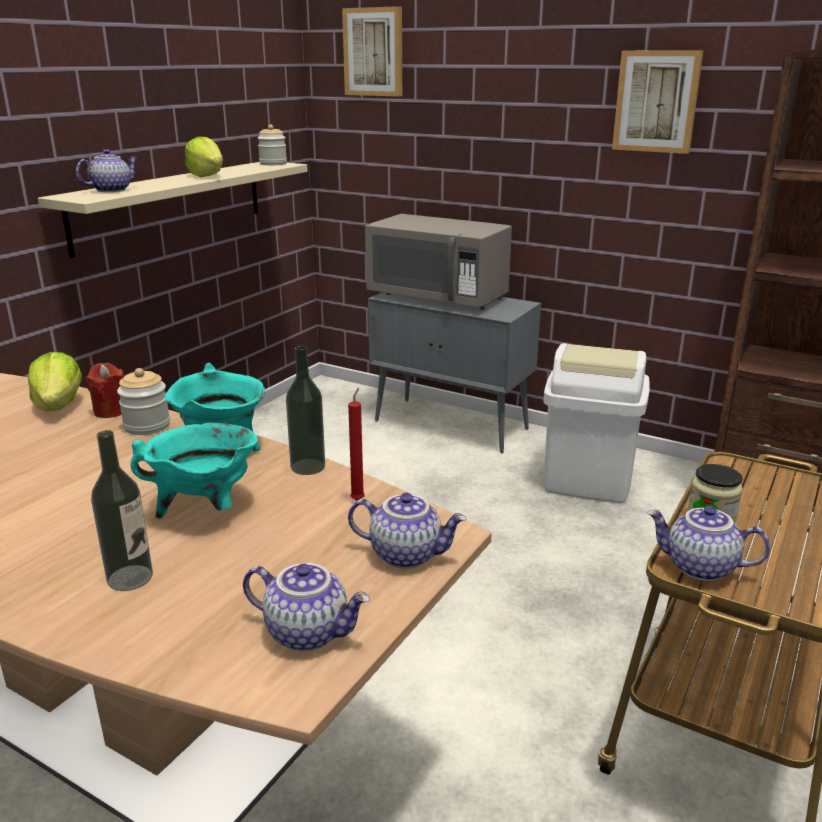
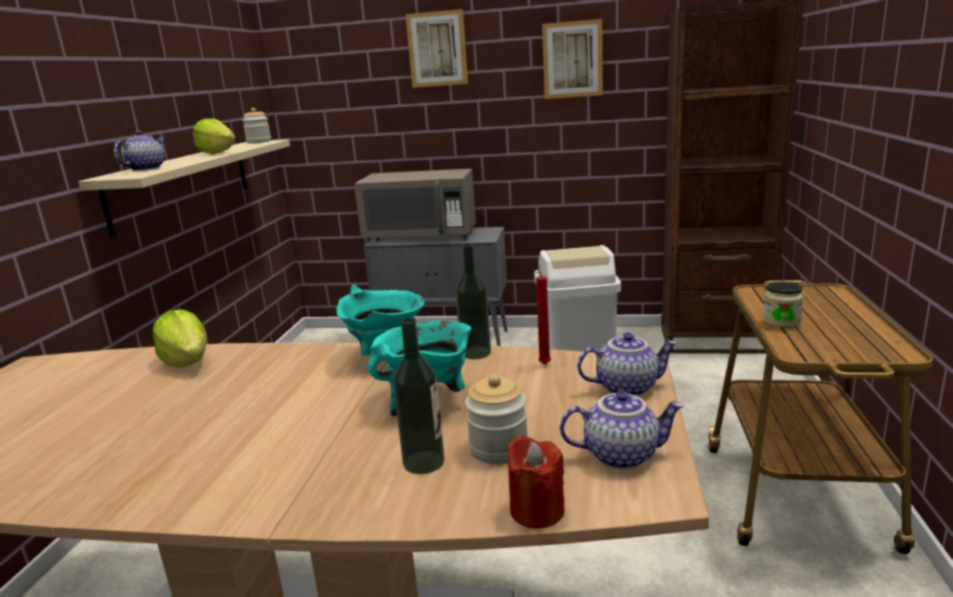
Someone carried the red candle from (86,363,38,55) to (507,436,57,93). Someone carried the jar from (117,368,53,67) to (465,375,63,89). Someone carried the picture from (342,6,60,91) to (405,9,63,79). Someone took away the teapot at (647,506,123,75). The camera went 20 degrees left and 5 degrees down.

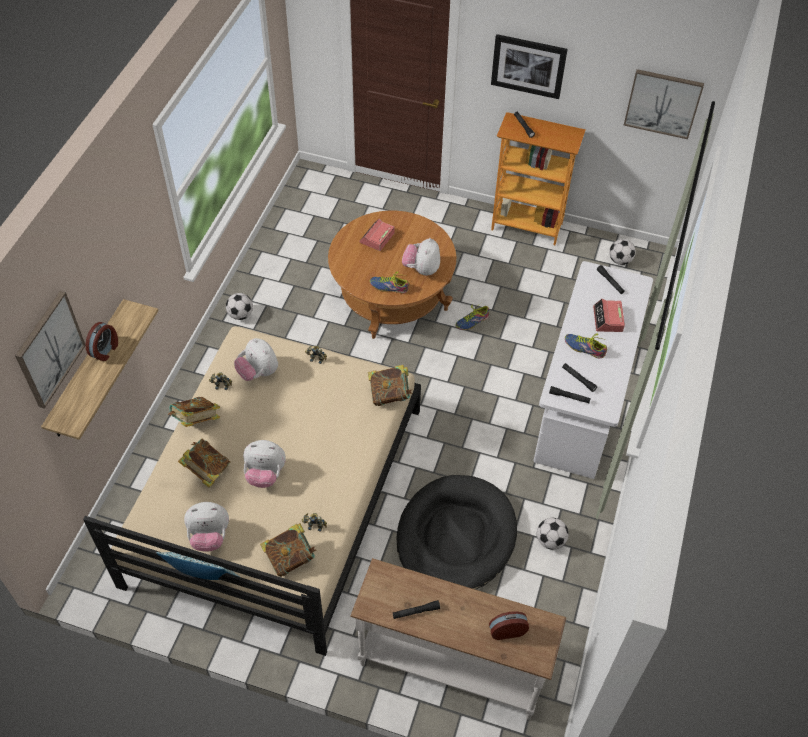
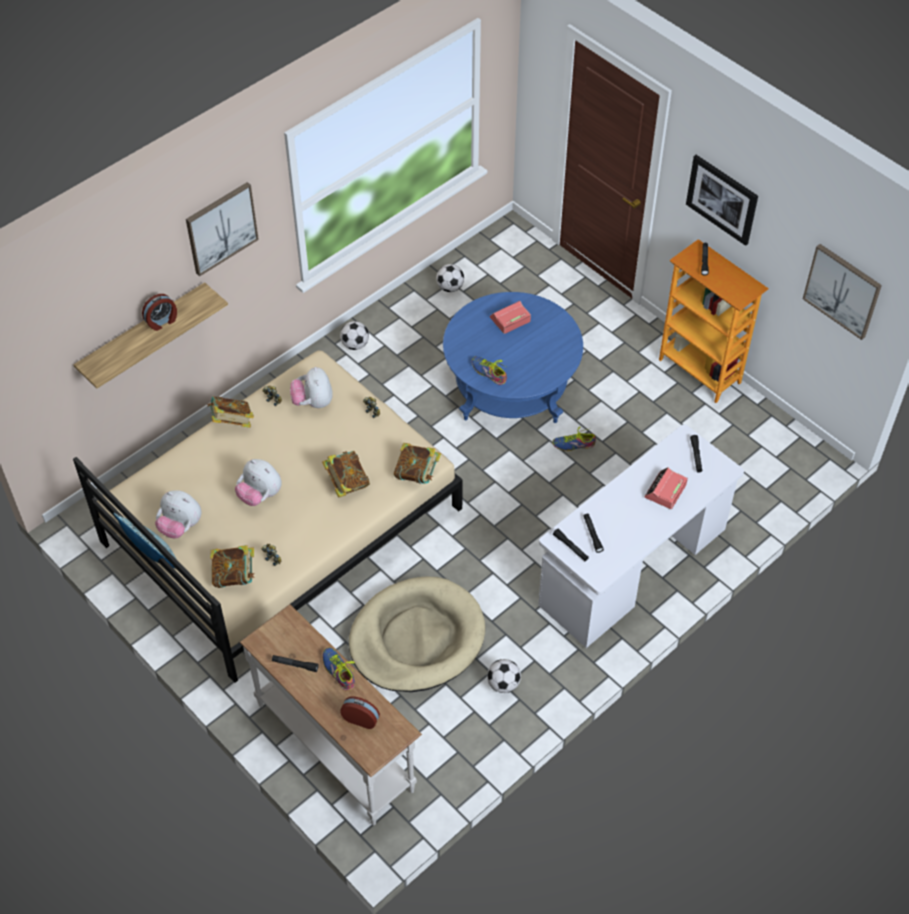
Someone carried the picture from (15,291,71,118) to (186,182,73,94). Someone carried the book from (178,439,52,49) to (322,451,48,47). Someone repainted the brown coffee table at (328,211,128,128), which became the blue coffee table at (443,292,140,131). Someone repainted the black dog bed at (396,475,121,115), which became the beige dog bed at (349,576,136,116). Someone took away the plush toy at (402,238,38,38). Someone carried the shoe from (565,334,42,24) to (323,648,33,43). Someone carried the football from (609,239,27,26) to (436,264,28,28). The camera went 30 degrees right and 0 degrees up.

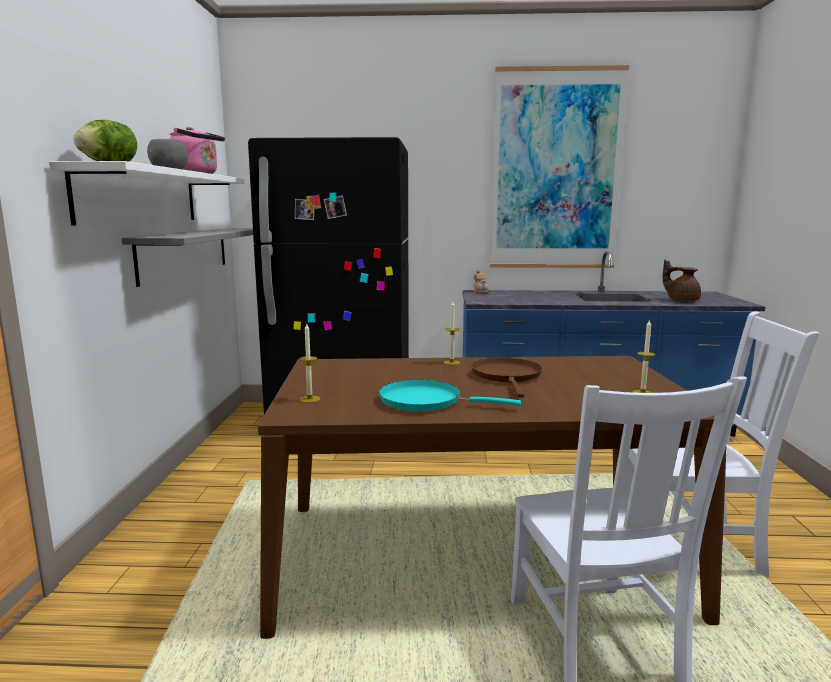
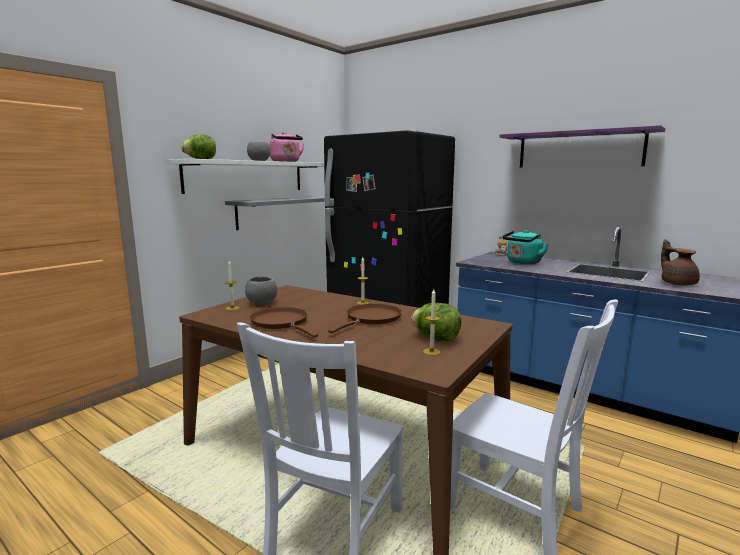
Someone repainted the turquoise frying pan at (379,380,142,31), which became the brown frying pan at (250,307,68,31). Someone swapped the picture at (490,65,139,203) for the purple shelf at (499,125,166,42). Someone put down the grey bowl at (245,276,32,29). Someone put down the lettuce at (411,303,50,38). Someone put down the turquoise kettle at (502,230,47,34). The camera went 35 degrees right and 0 degrees up.

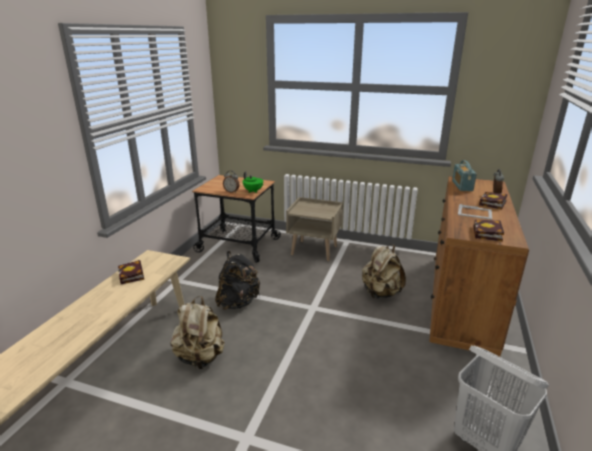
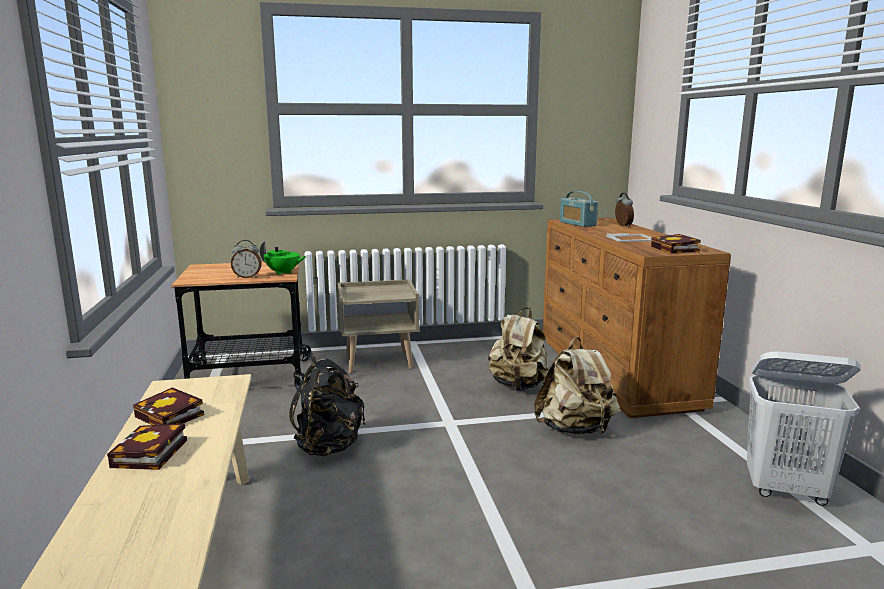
Someone carried the beige backpack from (170,296,55,73) to (534,337,86,97). Someone carried the book from (479,192,29,18) to (107,423,80,47). The camera went 30 degrees left and 10 degrees down.

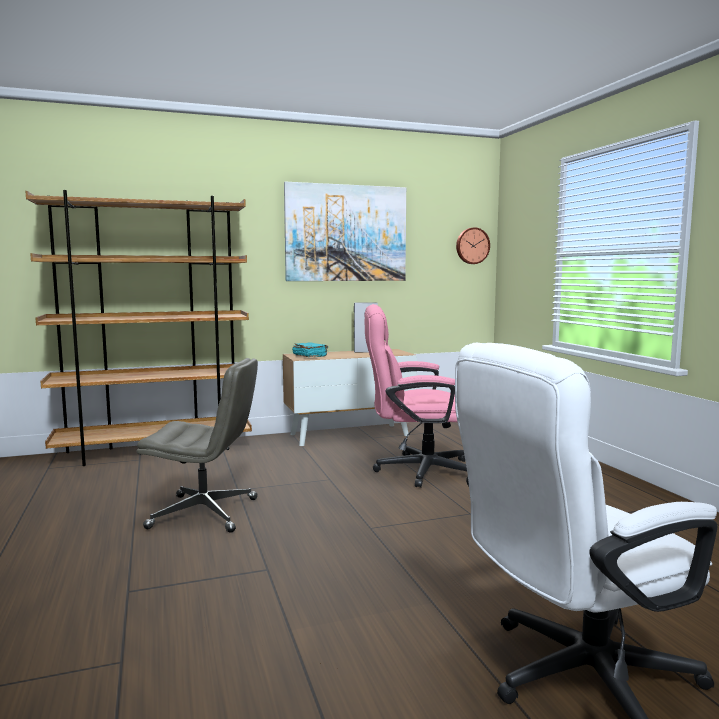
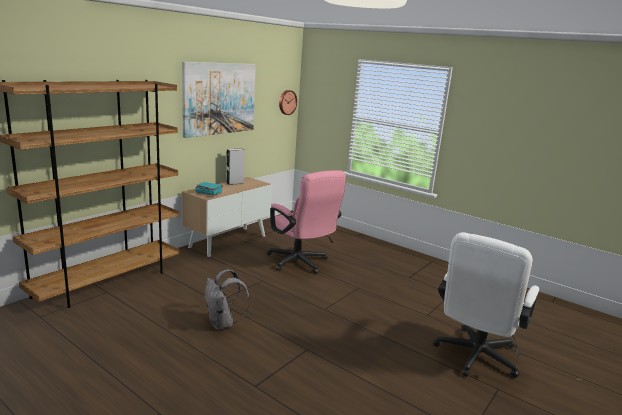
Someone swapped the grey office chair at (137,358,121,175) for the grey backpack at (205,269,45,61). Someone rotated the pink office chair at (365,304,102,184) by 90 degrees counterclockwise. The camera went 35 degrees left and 10 degrees up.

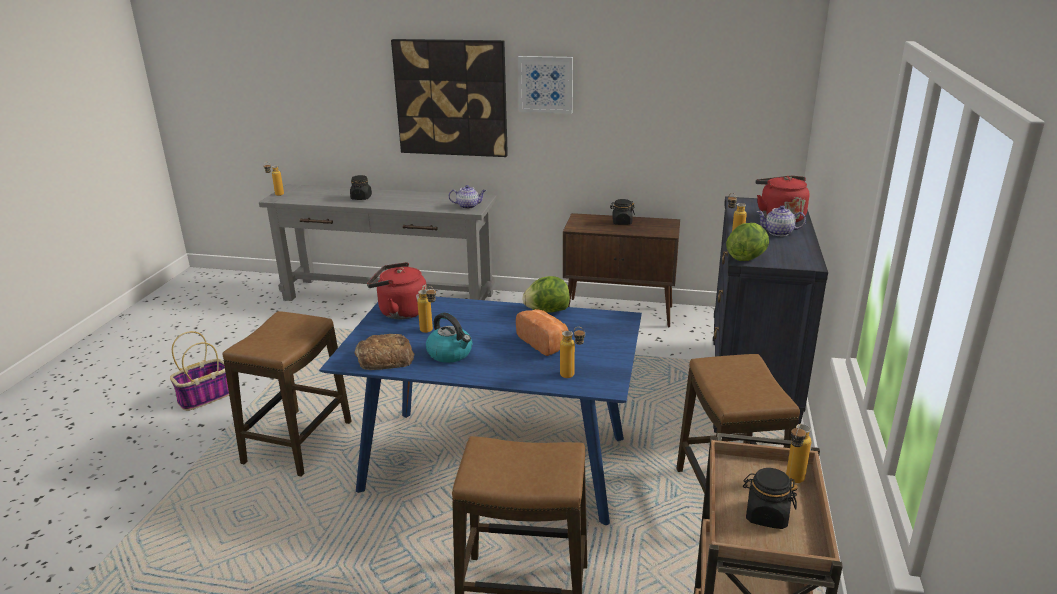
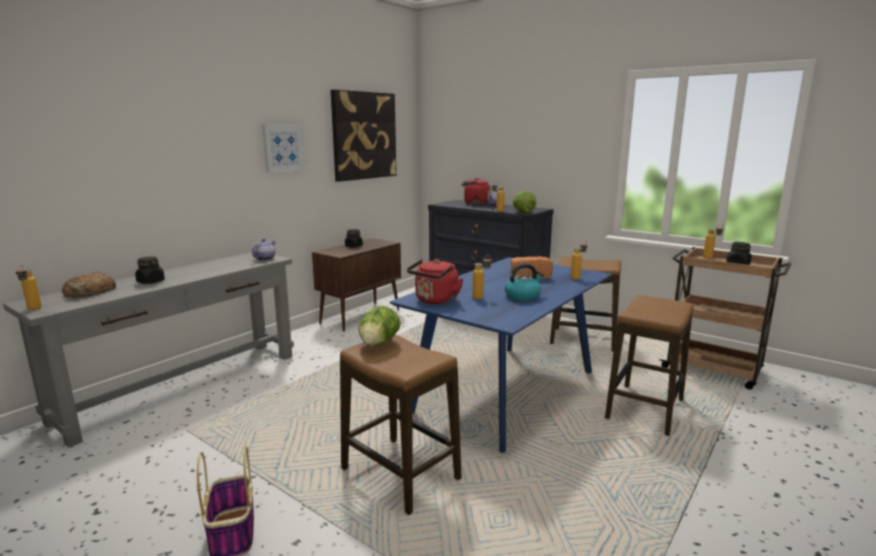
Someone carried the bread from (354,334,60,36) to (62,272,54,26). Someone carried the picture from (391,39,117,118) to (331,90,65,92). Someone carried the lettuce from (522,276,48,37) to (359,306,42,41). The camera went 65 degrees left and 10 degrees down.

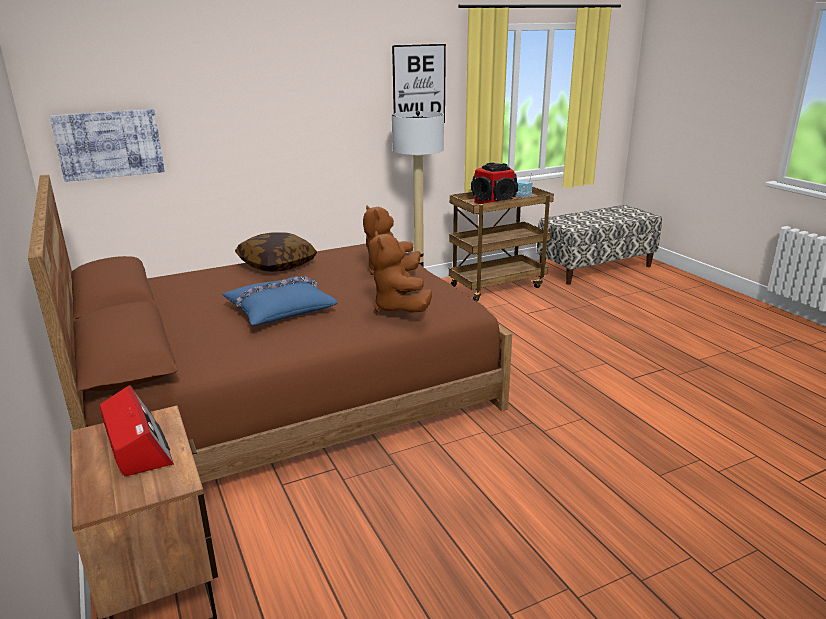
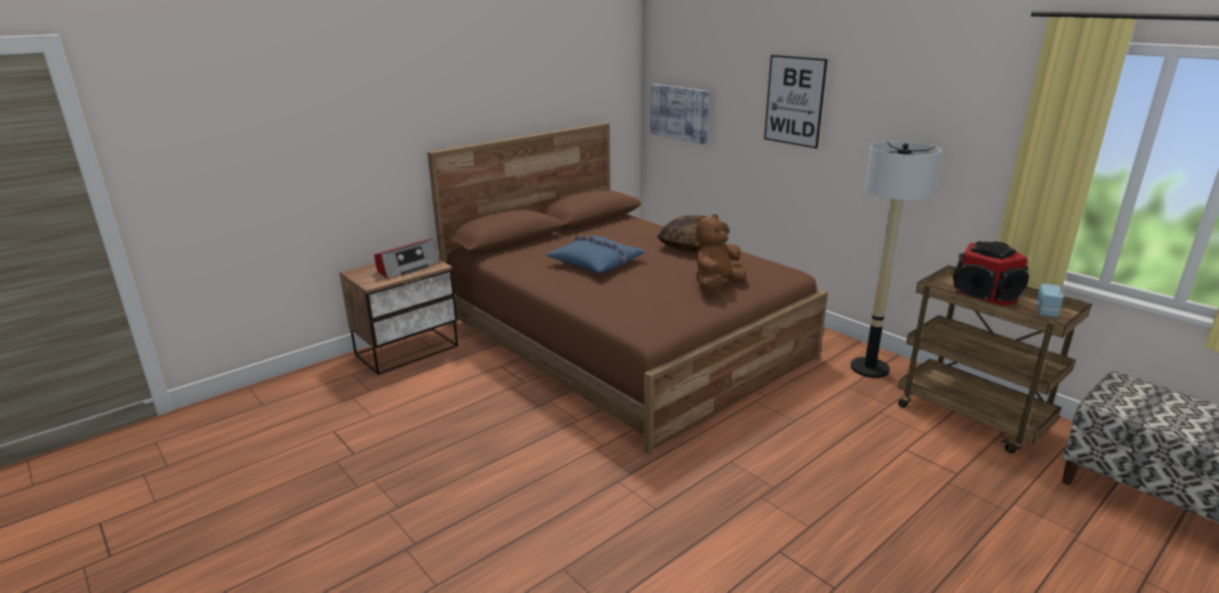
Someone took away the brown plush toy at (369,231,63,82). Someone carried the picture from (392,44,54,79) to (764,55,63,94). The camera went 75 degrees right and 0 degrees up.

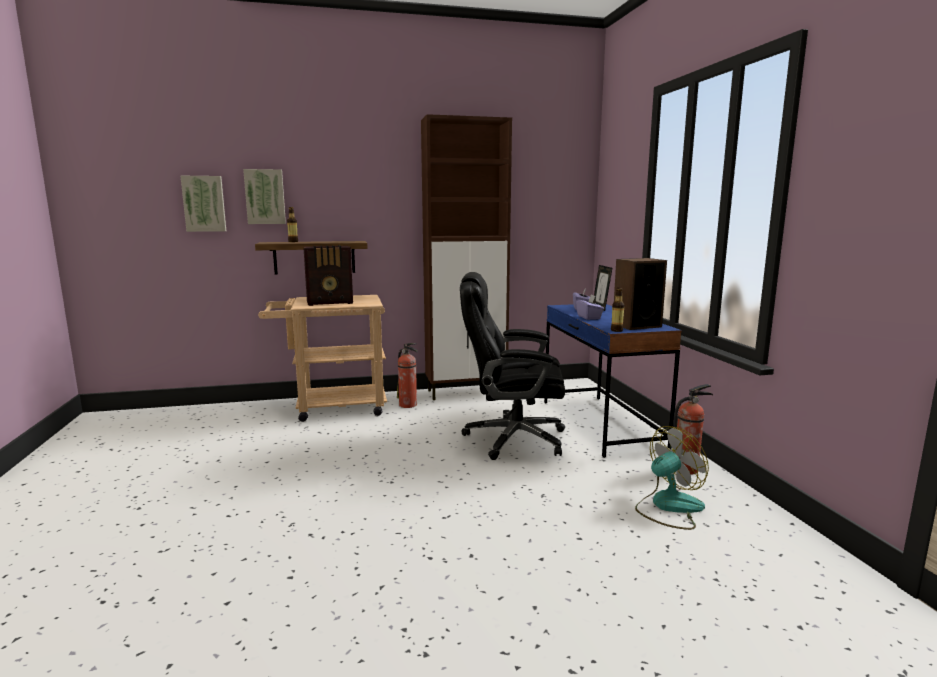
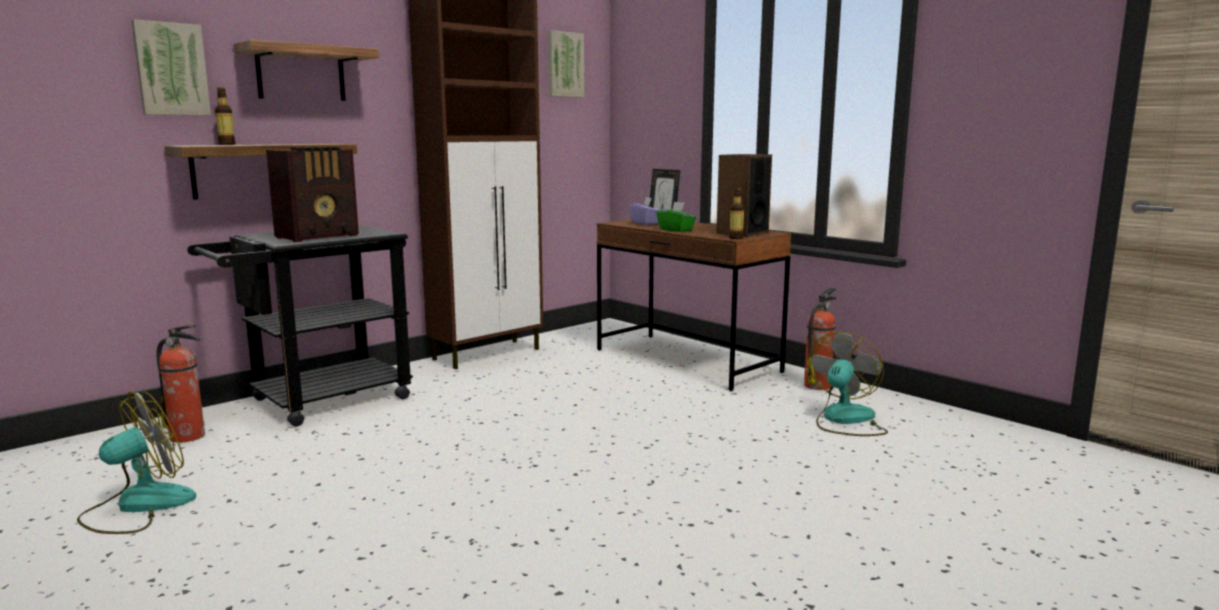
Someone carried the picture from (181,176,45,56) to (548,30,36,68). Someone repainted the beige cart at (258,295,129,127), which became the black cart at (187,225,226,201). Someone carried the fire extinguisher from (397,343,21,65) to (156,325,49,118). Someone took away the black office chair at (460,272,105,188). Someone repainted the blue desk at (544,304,138,154), which became the brown desk at (597,220,195,171). Someone repainted the purple tissue box at (576,295,28,25), which became the green tissue box at (656,202,40,30). Someone put down the fan at (77,391,119,143). Someone put up the shelf at (233,39,146,62). The camera went 30 degrees left and 0 degrees up.

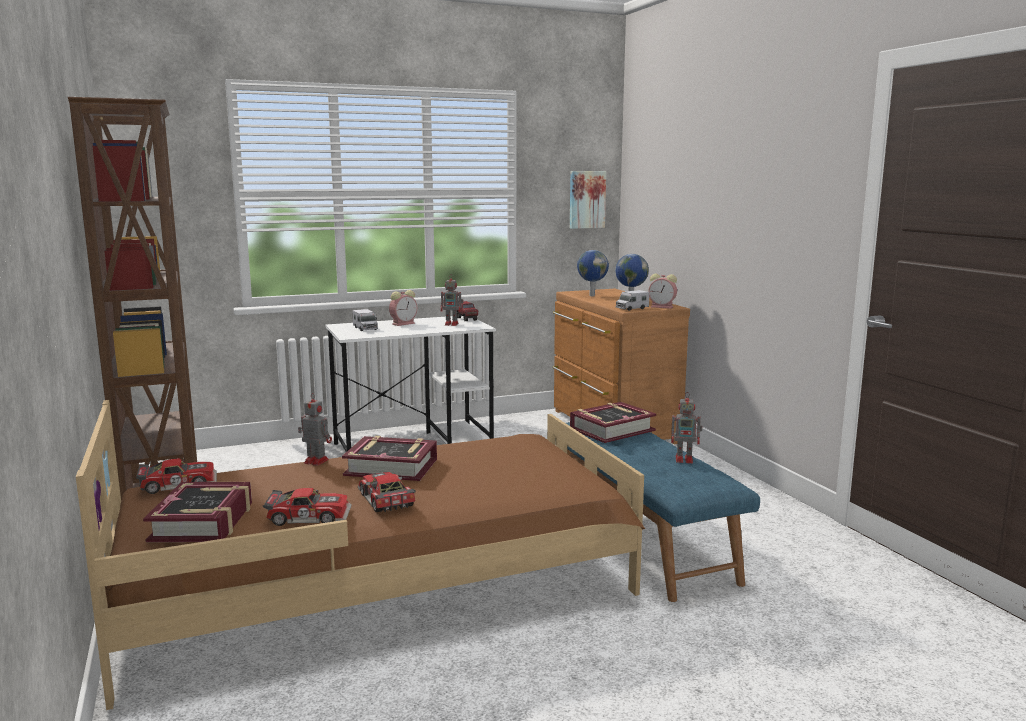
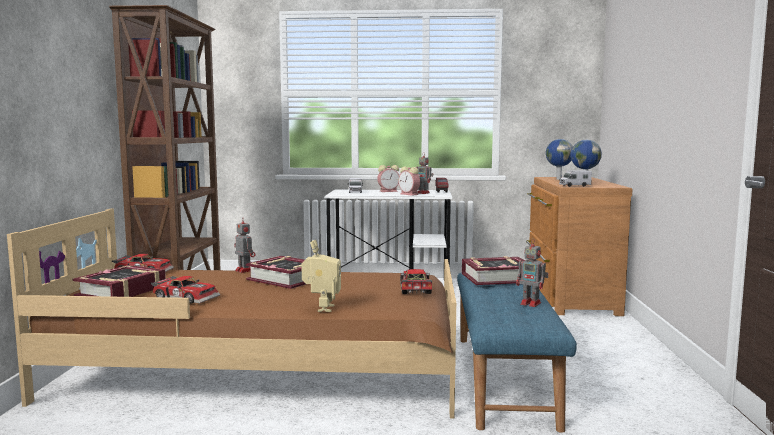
Someone carried the toy car from (358,472,58,40) to (400,269,32,25). Someone took away the picture at (570,171,36,58). Someone carried the alarm clock from (648,274,29,35) to (399,167,21,29). Someone put down the toy robot at (301,240,40,72). The camera went 25 degrees right and 5 degrees down.

